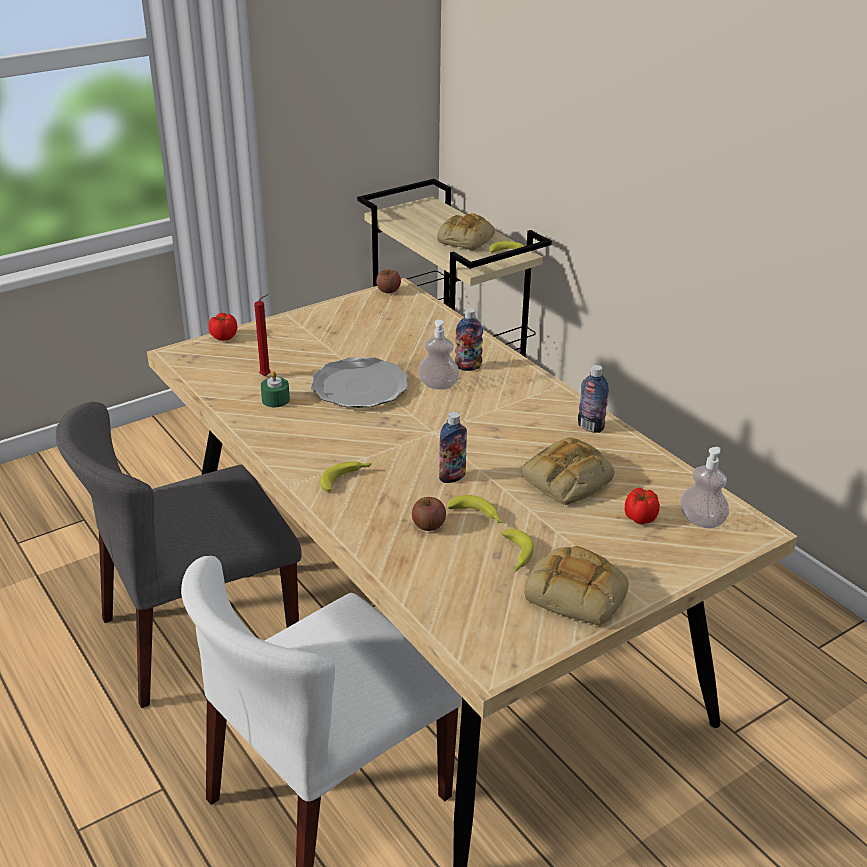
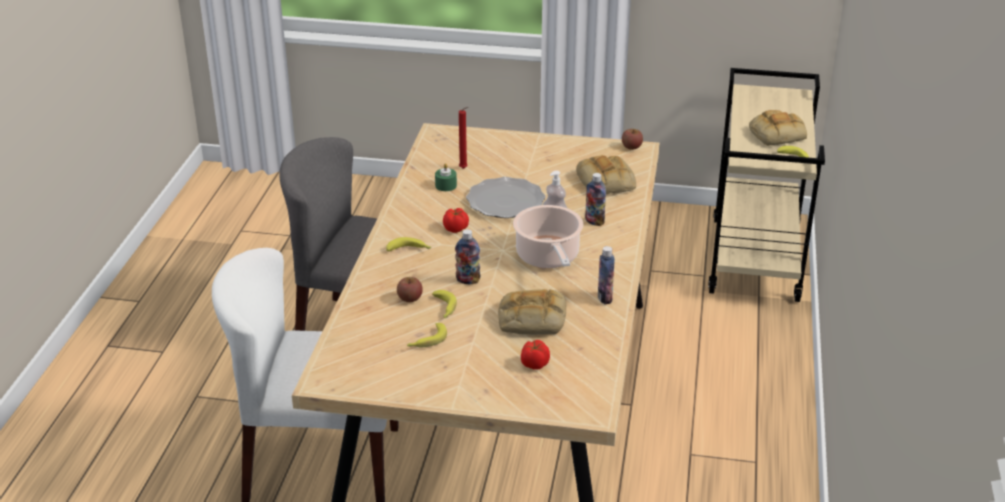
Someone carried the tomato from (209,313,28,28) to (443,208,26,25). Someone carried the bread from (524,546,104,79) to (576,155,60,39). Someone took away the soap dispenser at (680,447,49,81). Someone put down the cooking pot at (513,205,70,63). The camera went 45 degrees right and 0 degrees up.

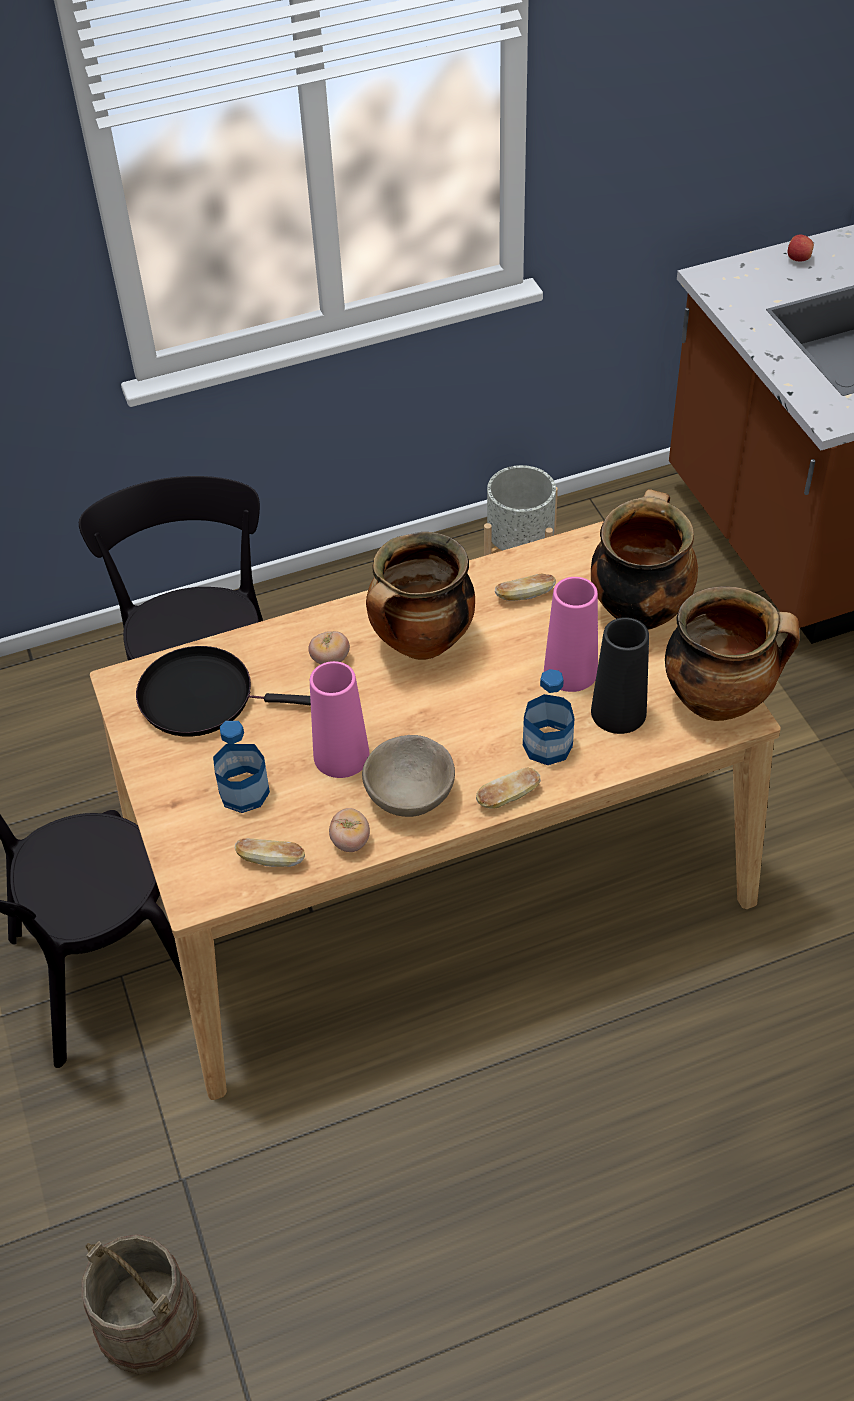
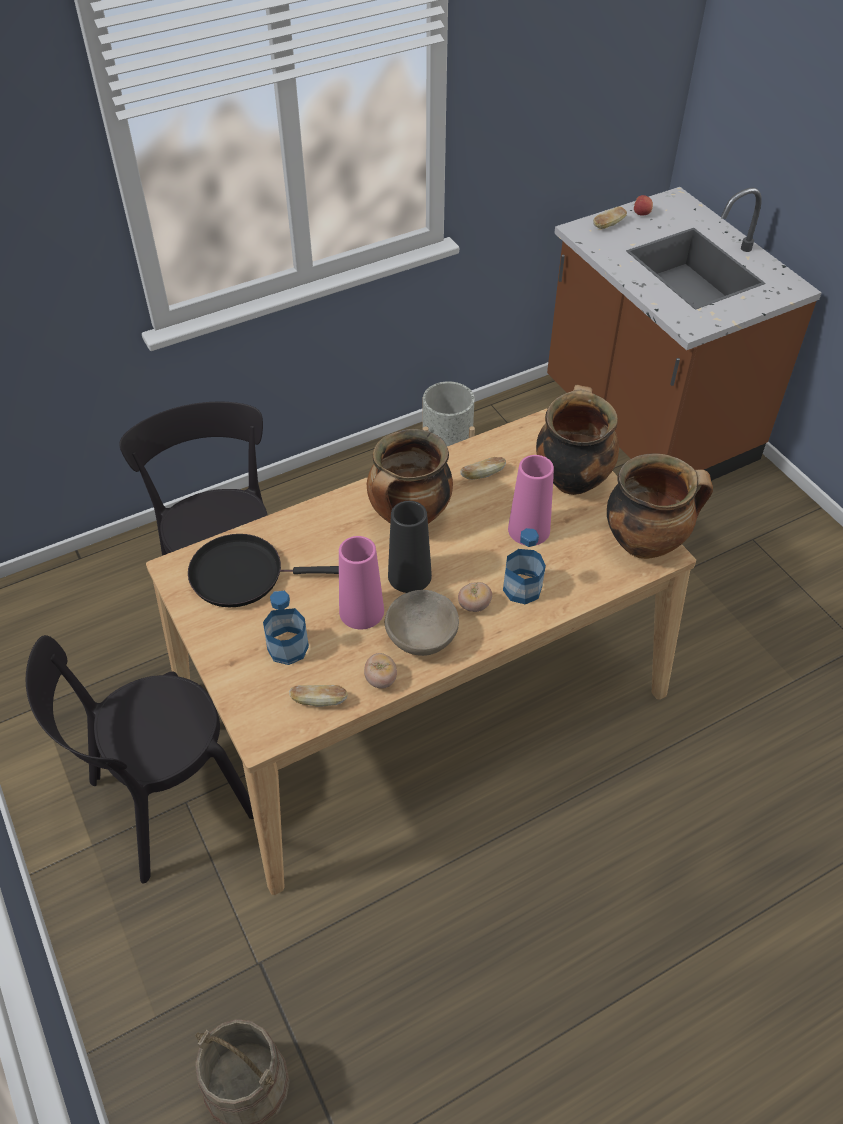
Someone carried the tomato from (308,631,42,33) to (458,582,34,30). Someone carried the bread from (476,768,65,41) to (593,207,34,22). Someone carried the black vase from (591,617,58,117) to (388,501,44,92). The camera went 10 degrees left and 0 degrees up.

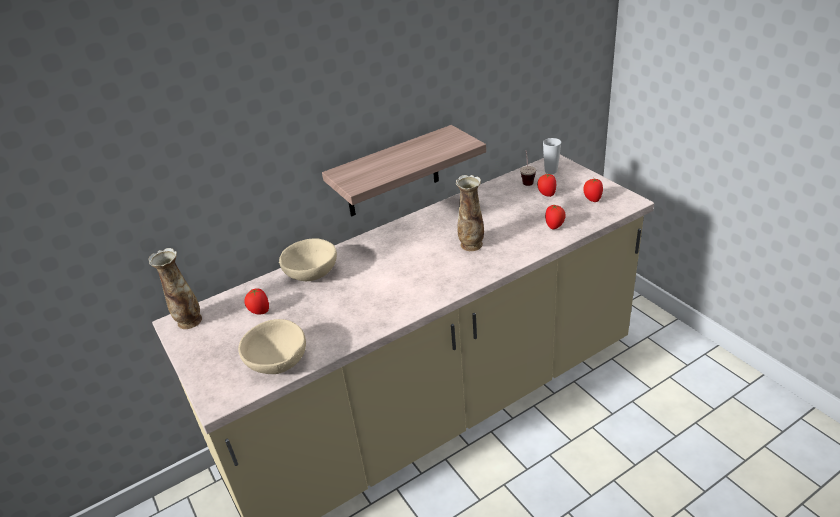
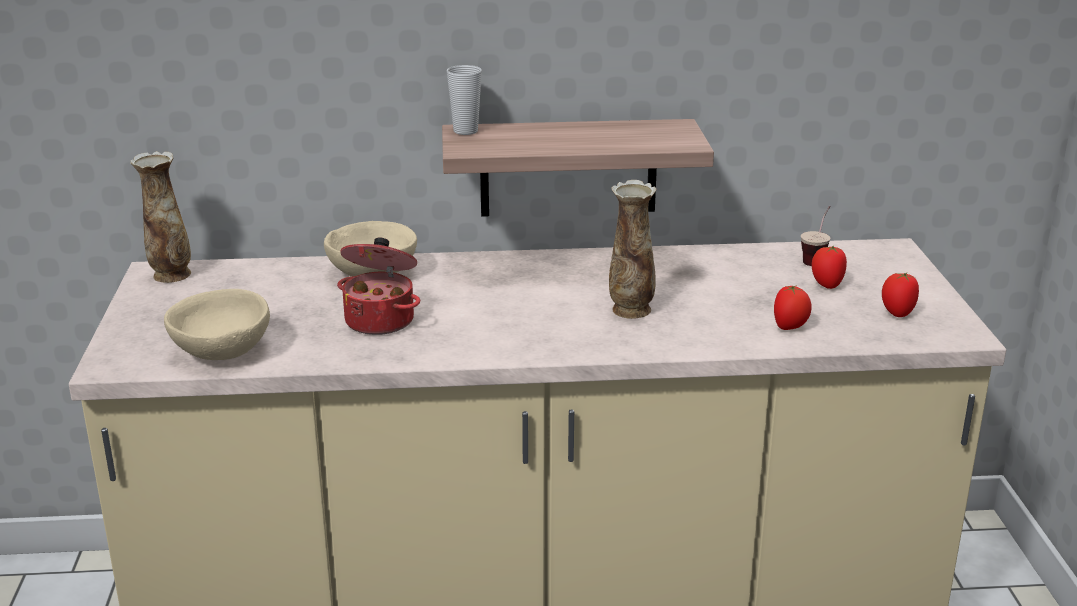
Someone took away the tomato at (244,288,25,26). Someone carried the cup from (543,138,18,36) to (447,65,35,70). Someone put down the cooking pot at (337,238,83,97). The camera went 25 degrees right and 10 degrees down.

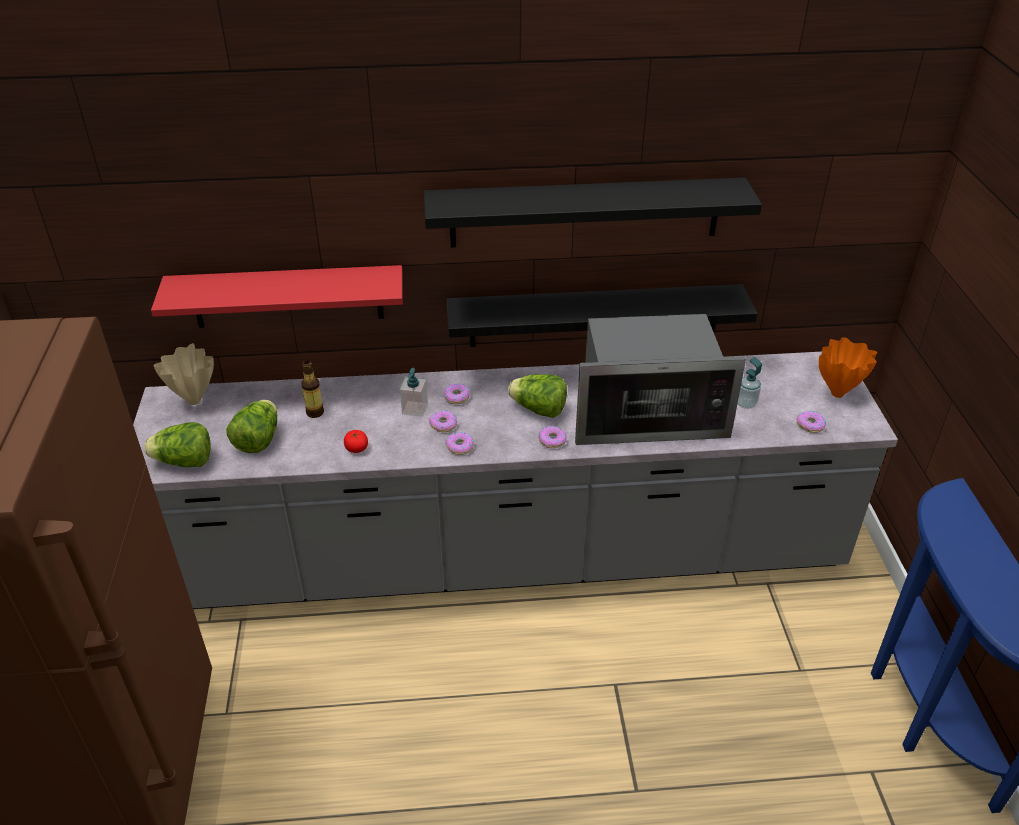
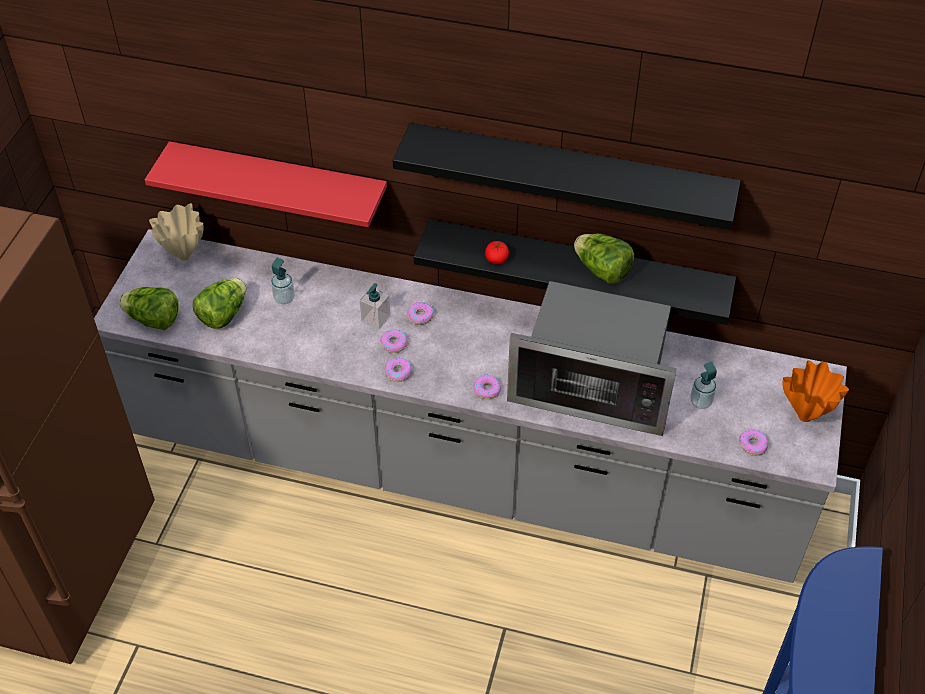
Someone swapped the bottle at (301,361,23,57) for the soap dispenser at (271,258,23,46). Someone carried the tomato from (344,430,24,23) to (485,241,24,23). Someone carried the lettuce from (508,374,59,44) to (574,234,60,50). The camera went 20 degrees right and 10 degrees up.

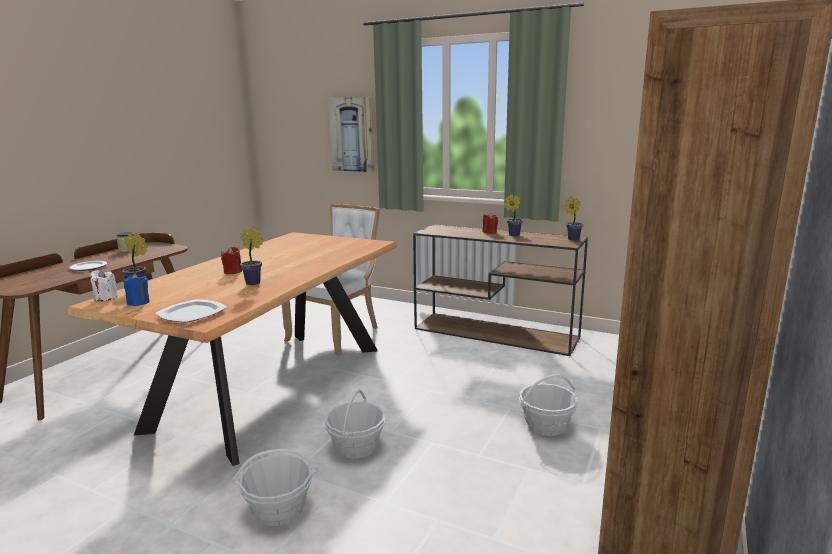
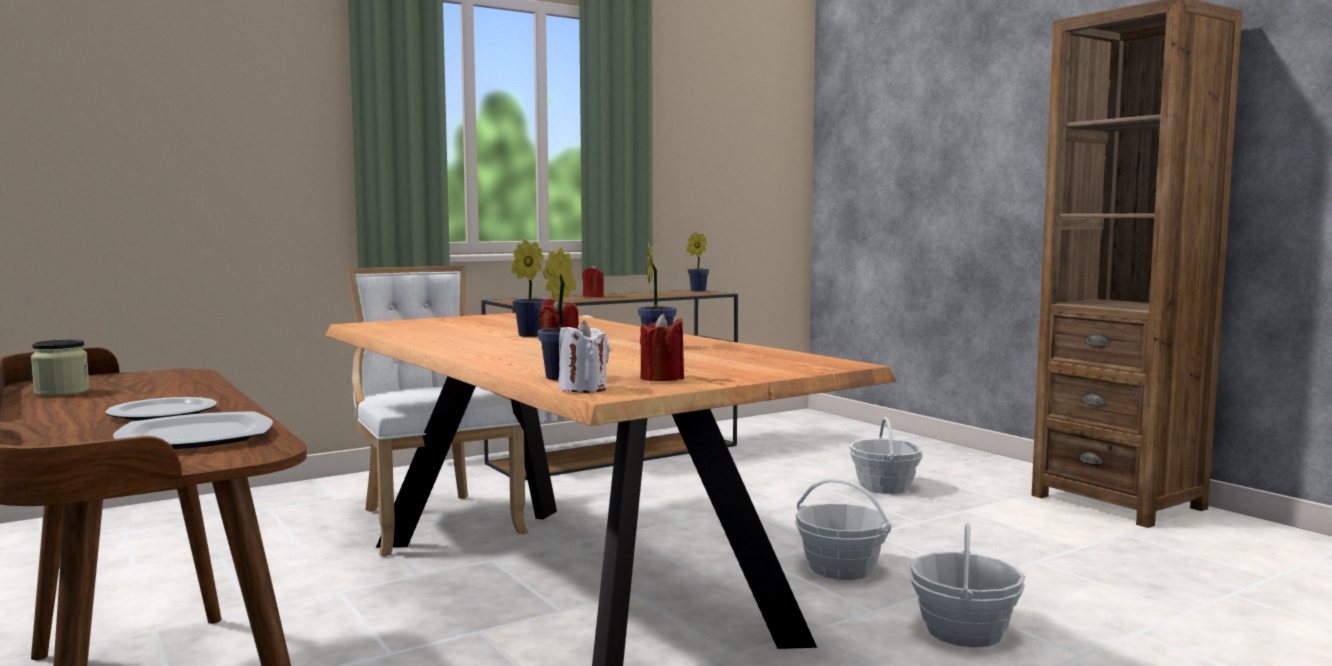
Someone repainted the blue candle at (123,273,27,33), which became the red candle at (640,314,44,67). Someone carried the plate from (155,299,72,24) to (113,411,160,38). Someone took away the picture at (328,97,46,75). Someone carried the potted plant from (504,194,19,42) to (511,240,35,97). The camera went 60 degrees left and 10 degrees down.

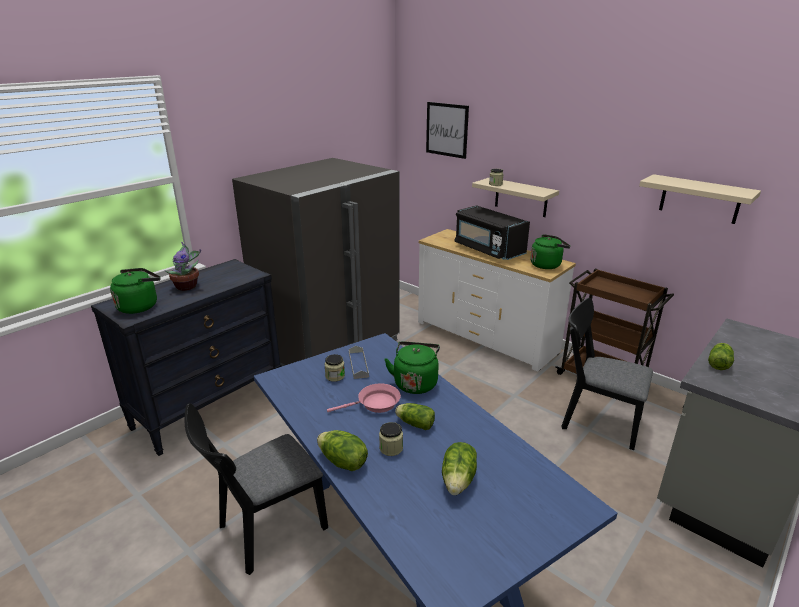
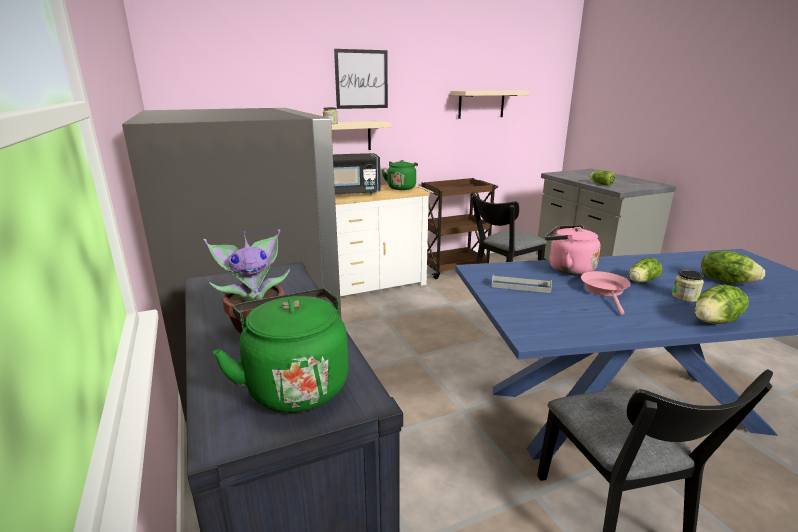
Someone took away the jar at (324,354,21,28). Someone repainted the green kettle at (384,341,56,53), which became the pink kettle at (545,225,56,51). Someone carried the picture from (426,102,43,57) to (334,49,54,60). The camera went 65 degrees left and 5 degrees down.

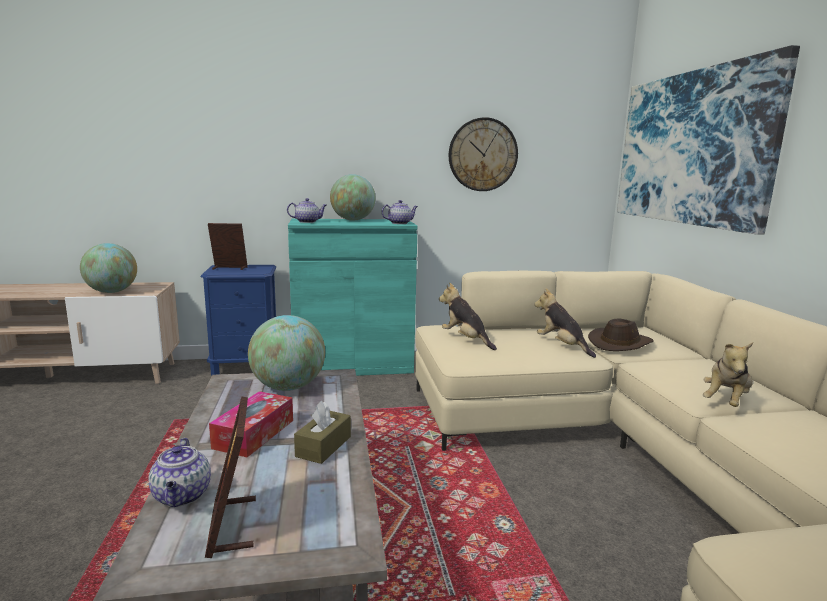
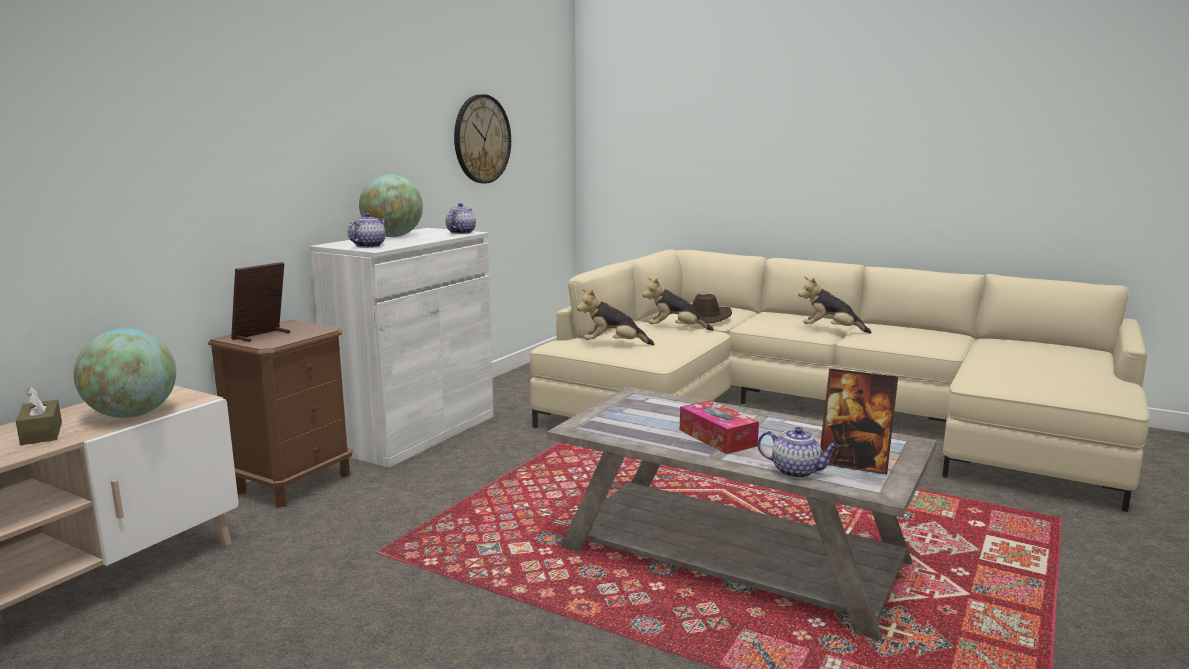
Someone repainted the blue nightstand at (200,265,76,110), which became the brown nightstand at (208,320,144,188). Someone took away the globe at (248,315,77,76). Someone repainted the turquoise cabinet at (288,219,130,157), which became the white cabinet at (310,228,184,240). Someone carried the brown tissue box from (294,401,57,63) to (16,387,46,58). Someone took away the picture at (617,45,183,190). Someone rotated the plush toy at (703,342,50,65) by 120 degrees clockwise. The camera went 50 degrees left and 0 degrees up.

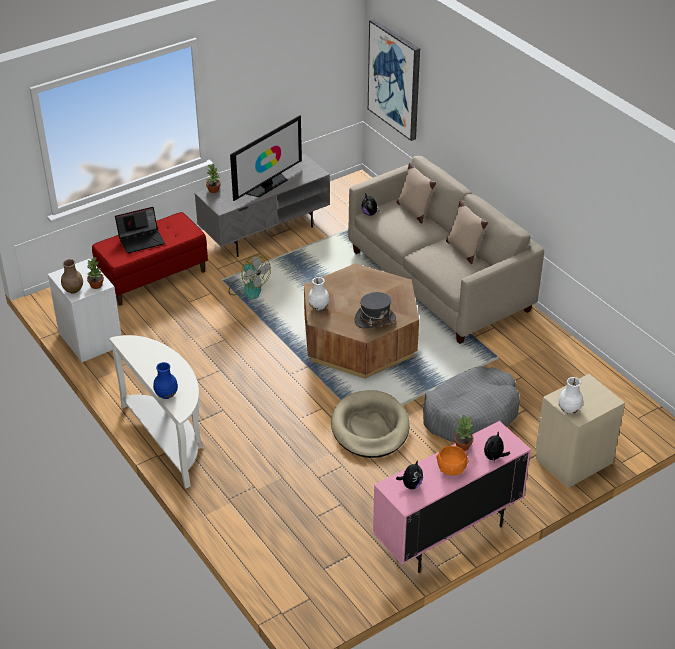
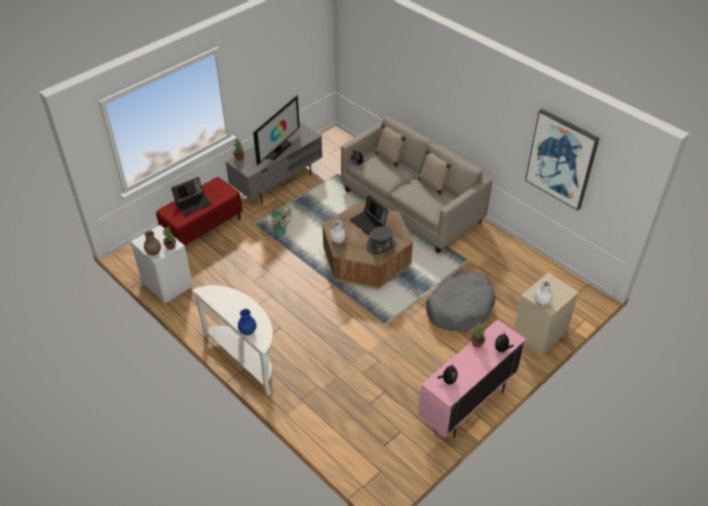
Someone took away the beige dog bed at (331,390,79,68). Someone carried the picture from (368,19,52,122) to (525,109,75,102). Someone took away the orange bowl at (436,446,33,30). Someone put down the laptop at (350,195,38,41). The camera went 10 degrees left and 5 degrees up.

